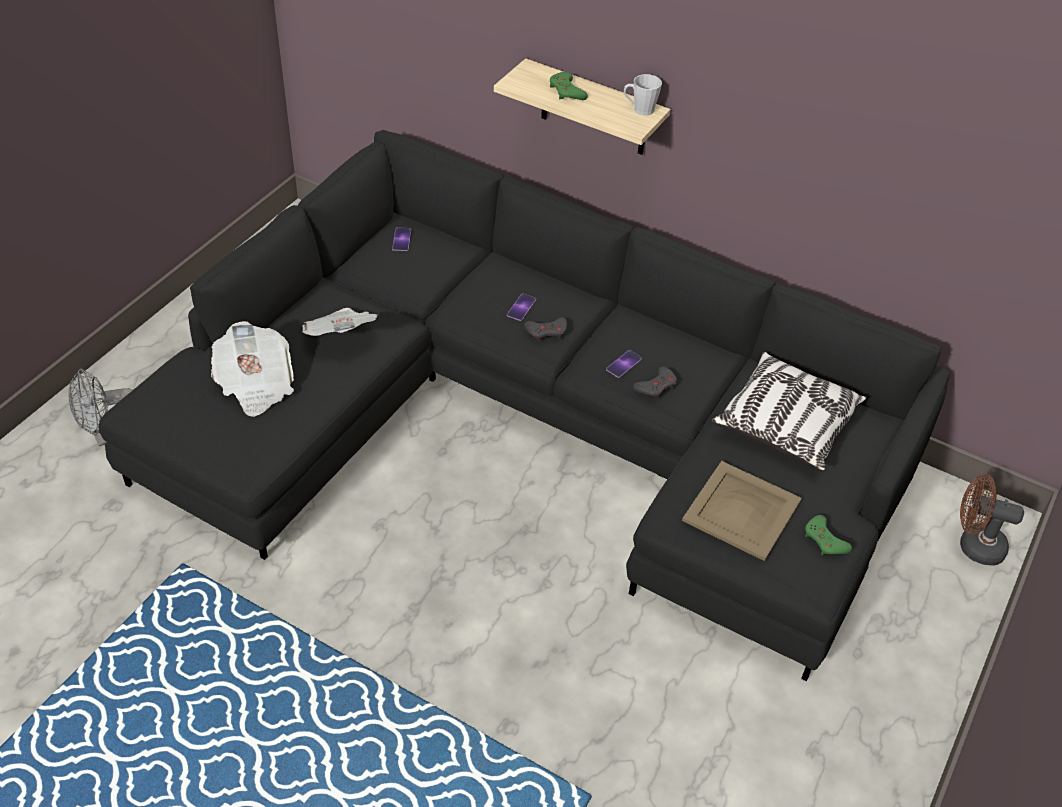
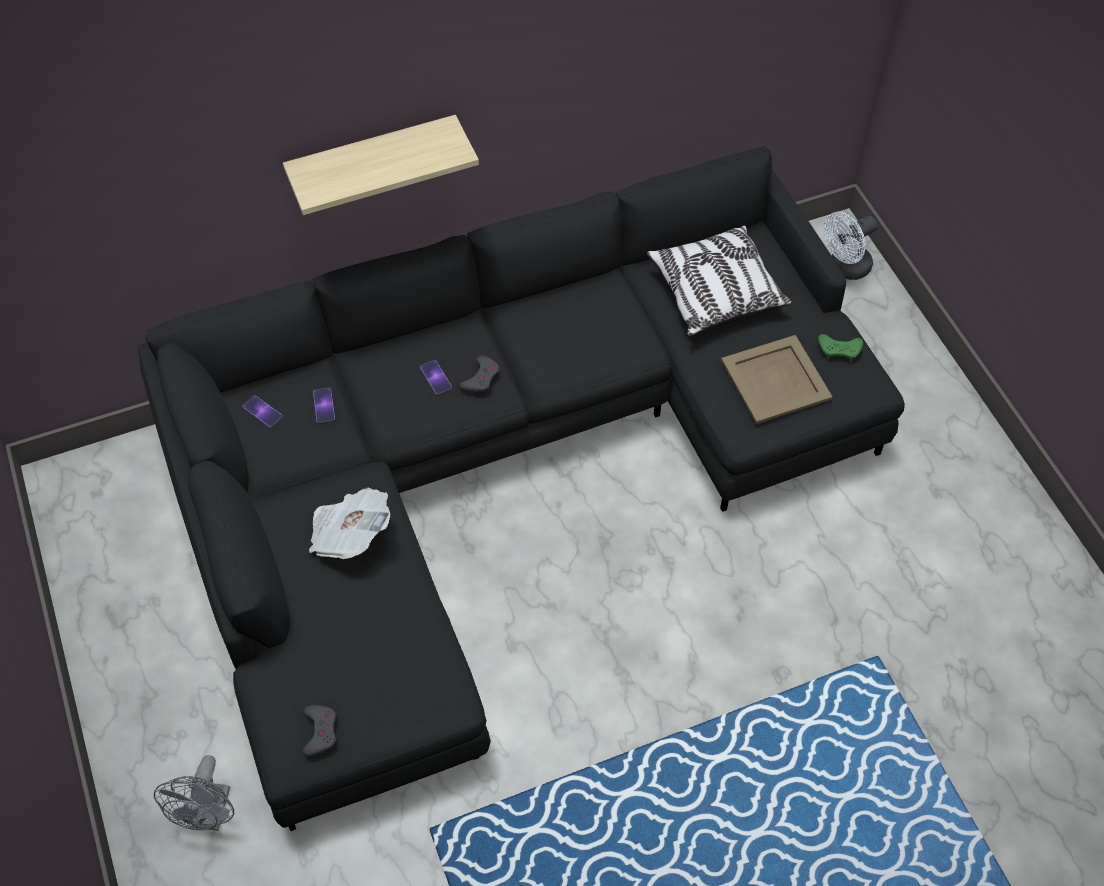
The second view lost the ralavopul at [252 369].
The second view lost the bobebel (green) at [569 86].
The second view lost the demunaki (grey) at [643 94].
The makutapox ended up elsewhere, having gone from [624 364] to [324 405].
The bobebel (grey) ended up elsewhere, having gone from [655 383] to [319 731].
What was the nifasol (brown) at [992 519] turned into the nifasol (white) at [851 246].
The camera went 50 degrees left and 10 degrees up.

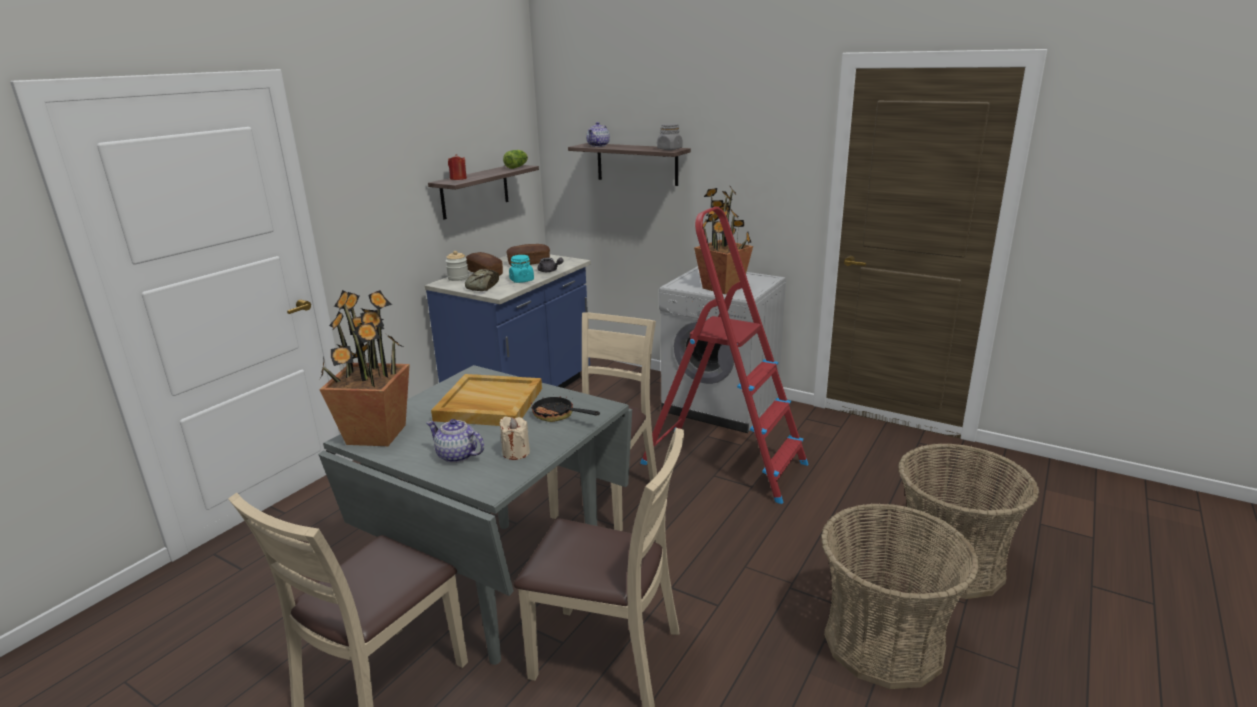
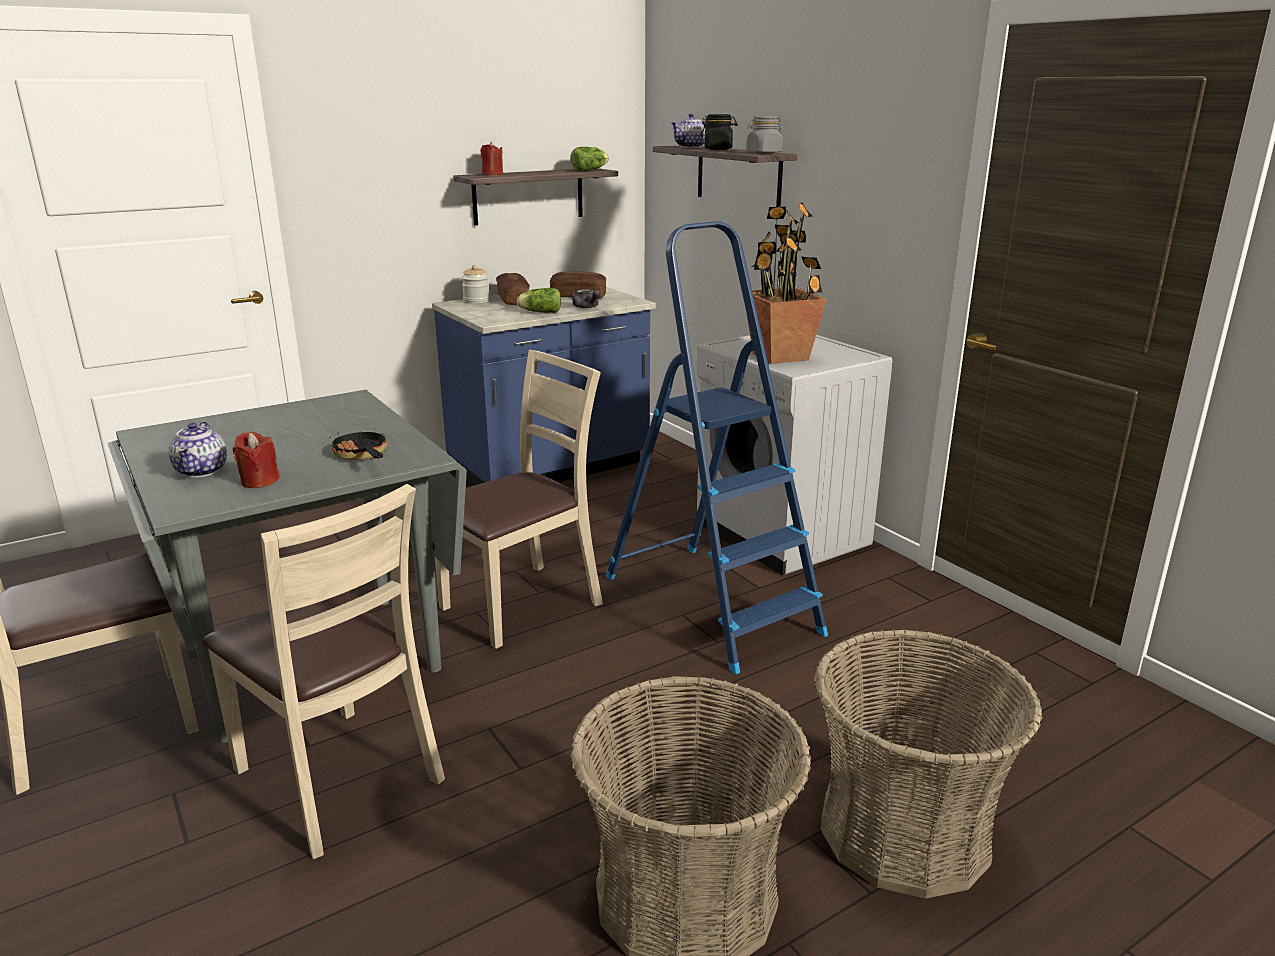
The second view lost the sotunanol at [364 368].
The second view lost the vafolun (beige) at [486 400].
The second view lost the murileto at [482 280].
The second view gained the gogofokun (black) at [719 132].
Where the gogofokun (turquoise) stood at [521 269], the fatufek came to stand at [539 300].
What was the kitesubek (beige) at [514 438] turned into the kitesubek (red) at [256 460].
What was the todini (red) at [724 355] turned into the todini (blue) at [717 447].
The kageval at [455 441] ended up facing another way, 150 degrees counterclockwise from before.
The camera went 25 degrees right and 0 degrees up.

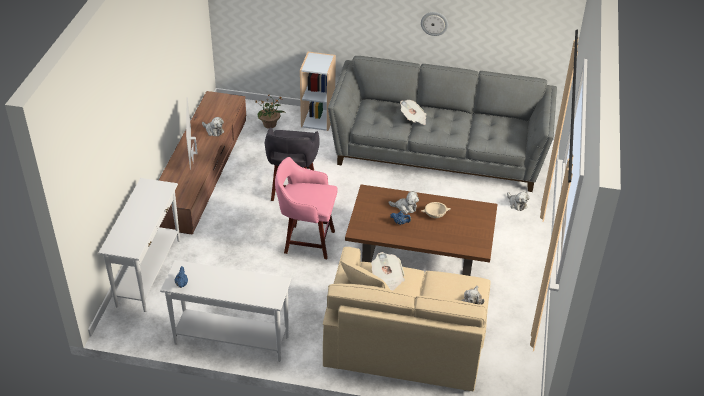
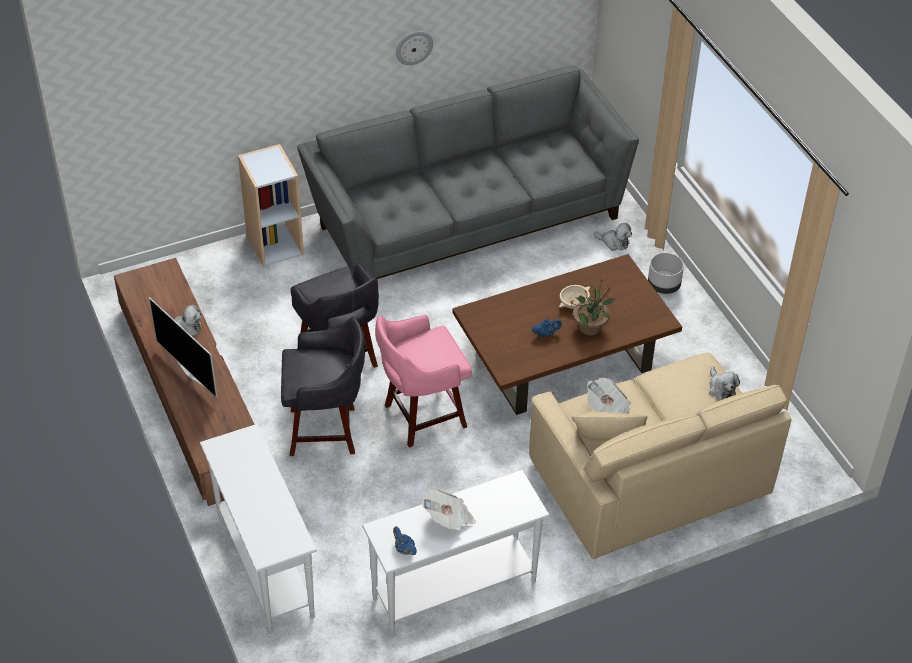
The second view lost the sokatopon at [403 202].
The second view gained the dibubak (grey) at [323 386].
The second view gained the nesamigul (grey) at [666 273].
The sotunanol ended up elsewhere, having gone from [270 112] to [592 306].
The ralavopul ended up elsewhere, having gone from [413 112] to [448 509].
The camera went 35 degrees left and 5 degrees up.

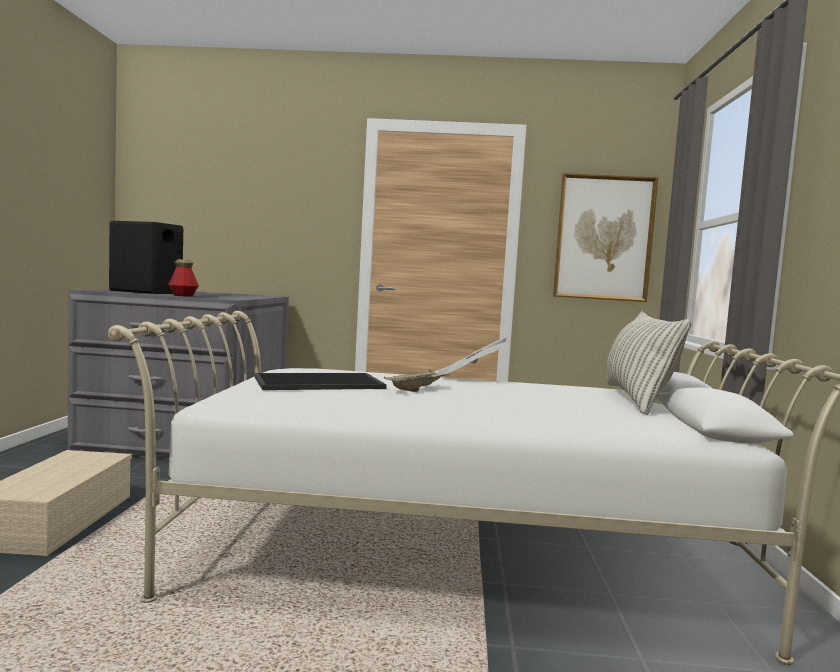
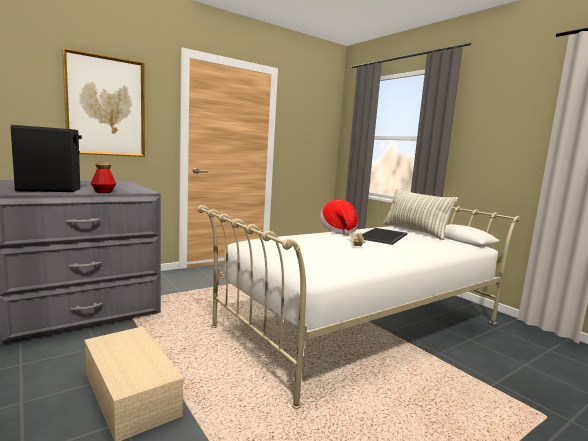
The vafolun ended up elsewhere, having gone from [321 381] to [384 236].
The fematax ended up elsewhere, having gone from [605 237] to [103 102].
Where the ralavopul stood at [472 356], the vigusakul came to stand at [339 217].
The camera went 40 degrees left and 5 degrees up.

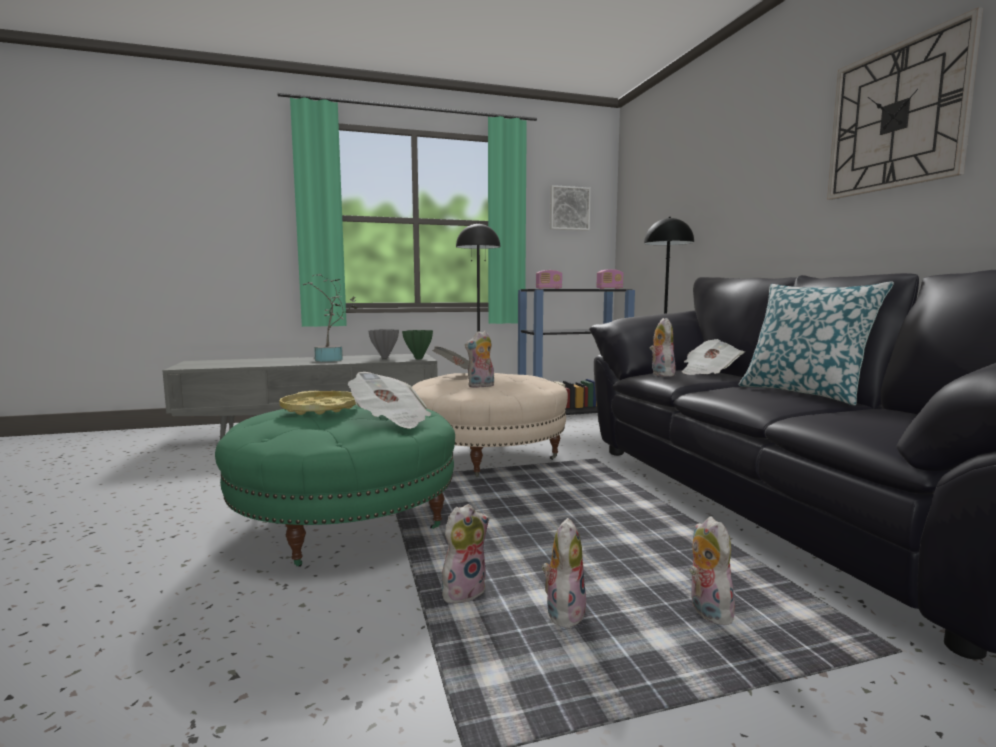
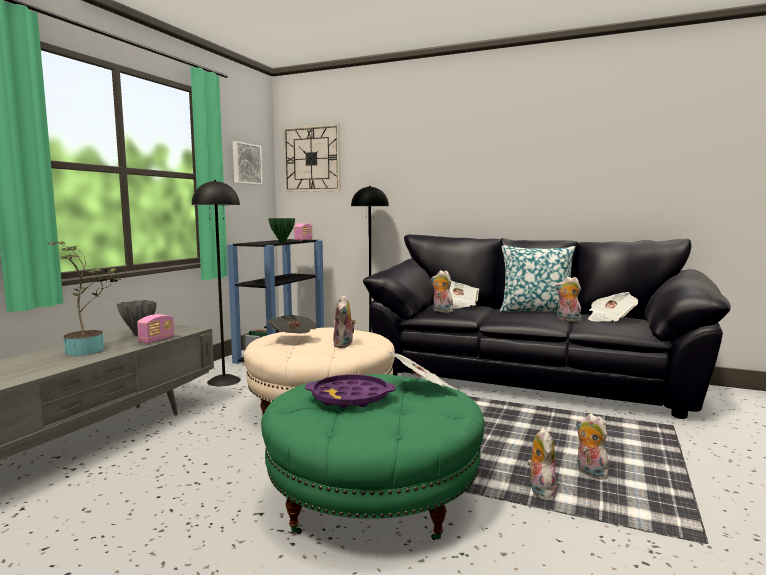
The second view gained the ralavopul at [613 307].
The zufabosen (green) ended up elsewhere, having gone from [417 344] to [281 230].
The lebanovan ended up elsewhere, having gone from [549 279] to [156 329].
The sokatopon ended up elsewhere, having gone from [712 570] to [568 299].
The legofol ended up elsewhere, having gone from [905 103] to [312 157].
What was the vafolun (yellow) at [317 403] turned into the vafolun (purple) at [350 391].
The camera went 50 degrees left and 0 degrees up.

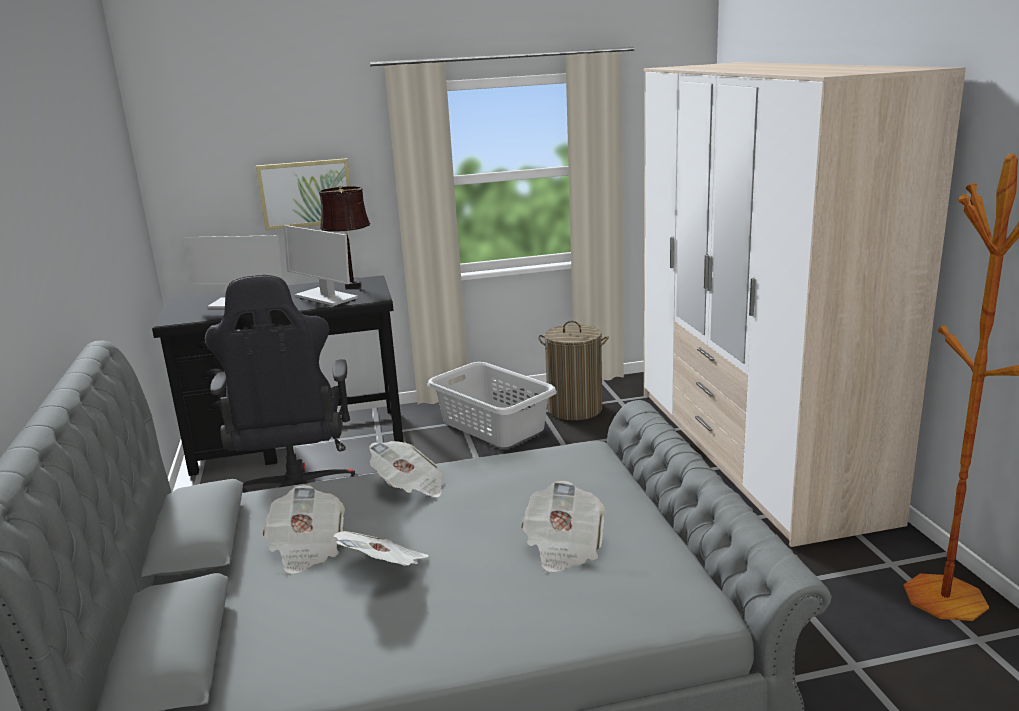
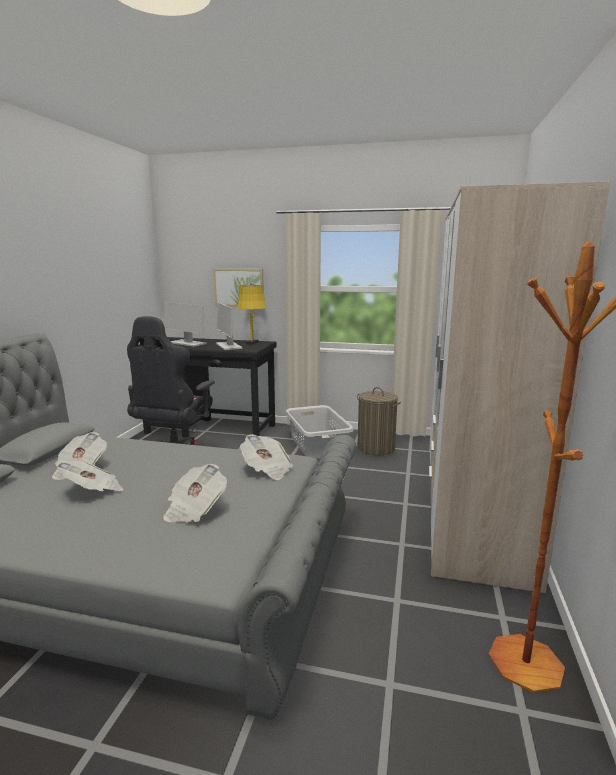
The ralavopul ended up elsewhere, having gone from [406 469] to [266 457].
What was the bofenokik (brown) at [344 237] turned into the bofenokik (yellow) at [252 313].
The camera went 25 degrees right and 5 degrees down.

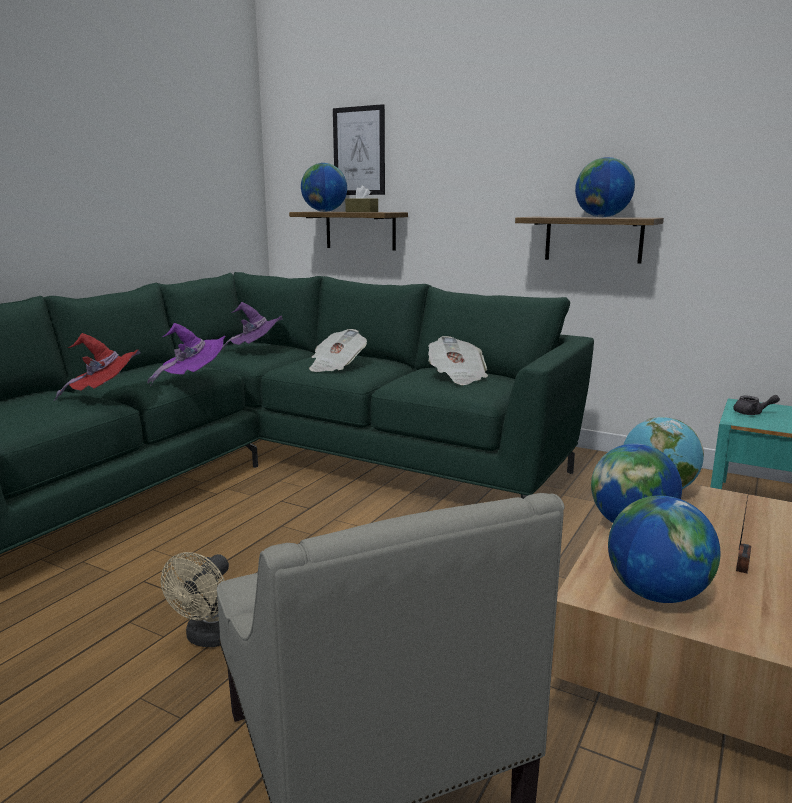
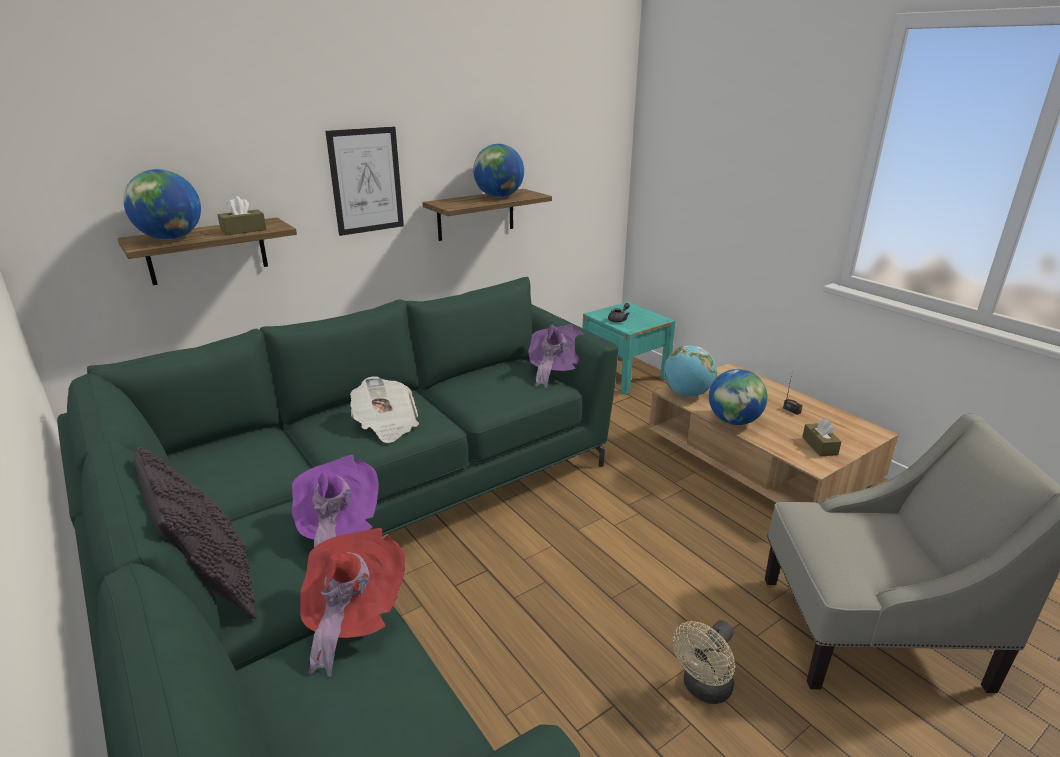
The second view lost the ralavopul at [458 360].
The second view gained the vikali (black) at [195 533].
The vigusakul (purple) ended up elsewhere, having gone from [251 327] to [556 356].
The fematax ended up elsewhere, having gone from [359 149] to [364 181].
Where the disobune stood at [664 549], the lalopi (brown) came to stand at [821 437].
The nifasol (beige) at [195 599] ended up facing another way, 90 degrees clockwise from before.
The camera went 65 degrees left and 10 degrees up.

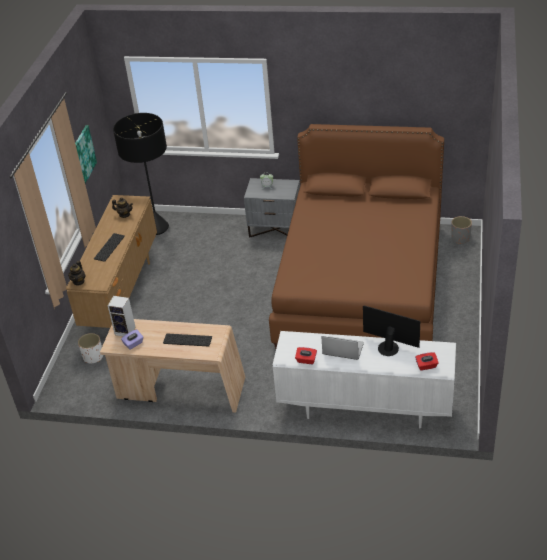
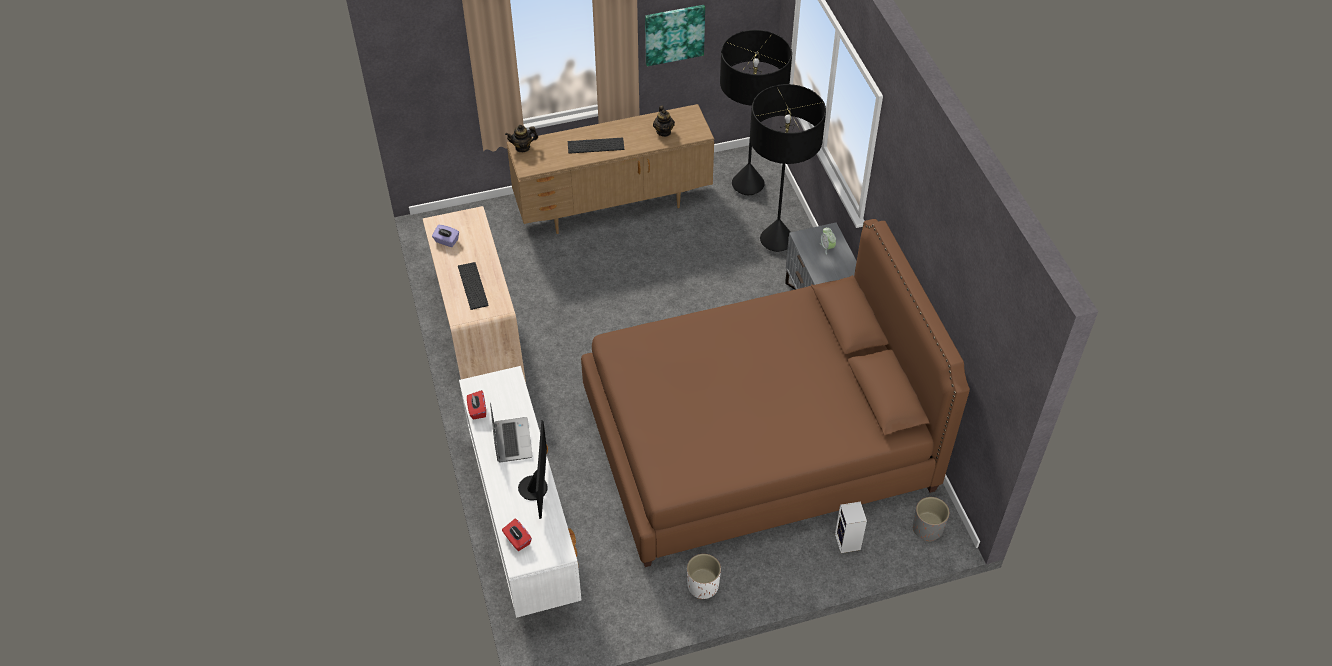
The second view gained the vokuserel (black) at [788 168].
The nesamigul (white) ended up elsewhere, having gone from [90 348] to [704 576].
The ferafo ended up elsewhere, having gone from [122 316] to [851 527].
The camera went 60 degrees right and 10 degrees up.

